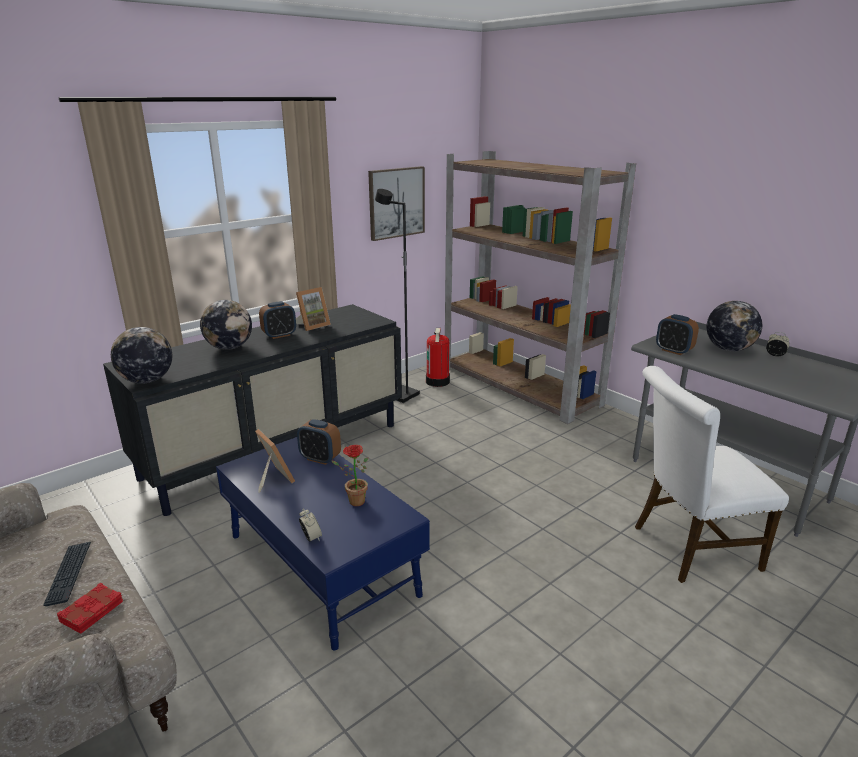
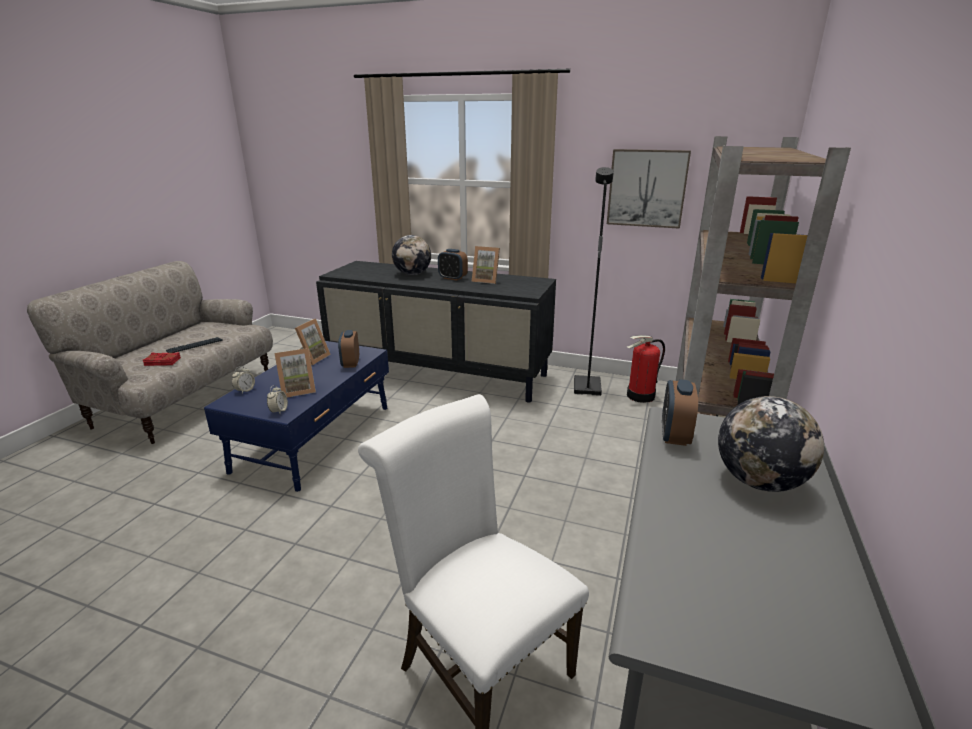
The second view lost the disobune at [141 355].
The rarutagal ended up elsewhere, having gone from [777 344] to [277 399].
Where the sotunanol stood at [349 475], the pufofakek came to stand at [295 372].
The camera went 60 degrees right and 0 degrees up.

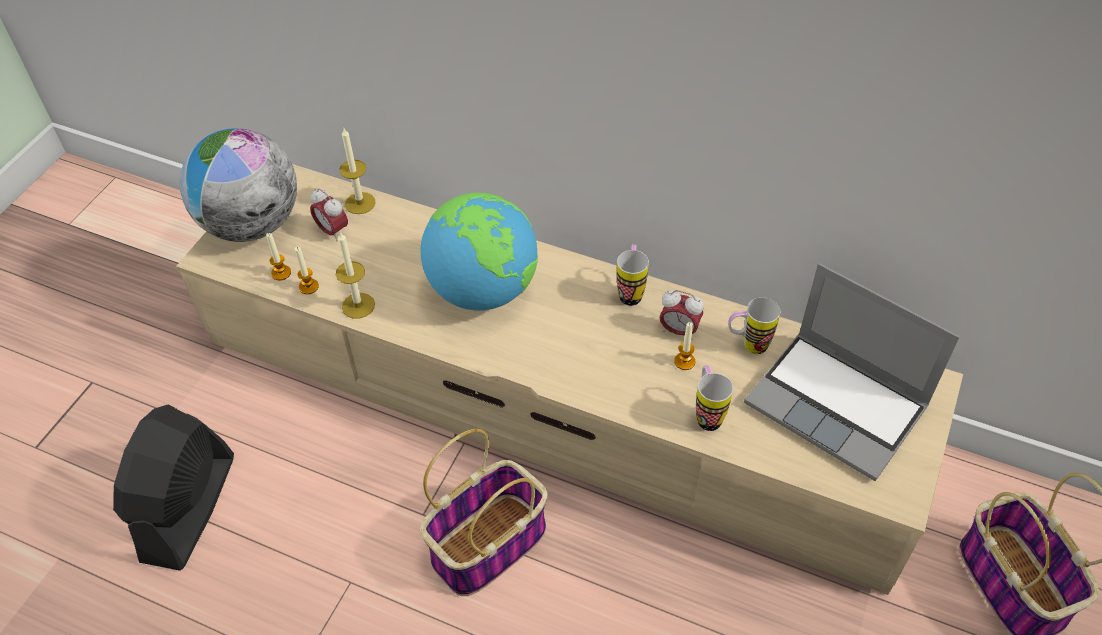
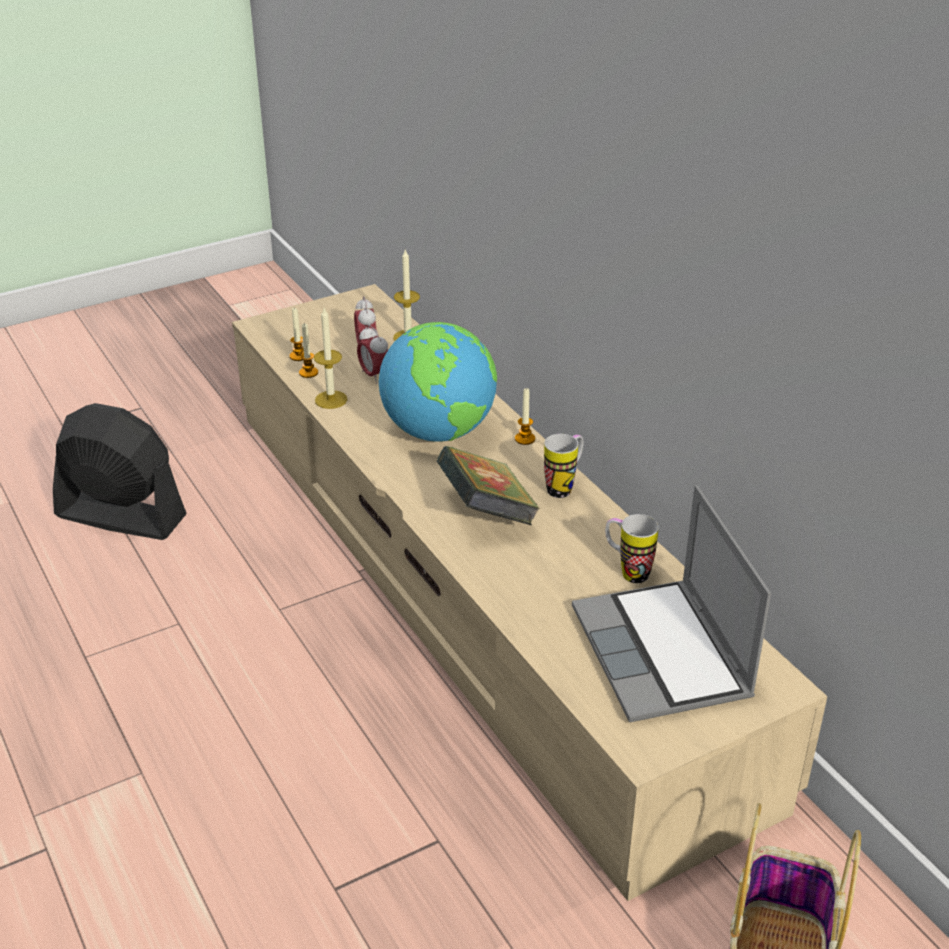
The second view lost the disobune at [238 185].
The second view lost the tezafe at [484 512].
The second view lost the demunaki at [714 398].
The second view gained the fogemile at [488 485].
The rarutagal ended up elsewhere, having gone from [681 315] to [372 354].
The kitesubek ended up elsewhere, having gone from [684 346] to [525 416].
The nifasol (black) at [173 487] ended up facing another way, 60 degrees clockwise from before.
The camera went 35 degrees right and 15 degrees down.

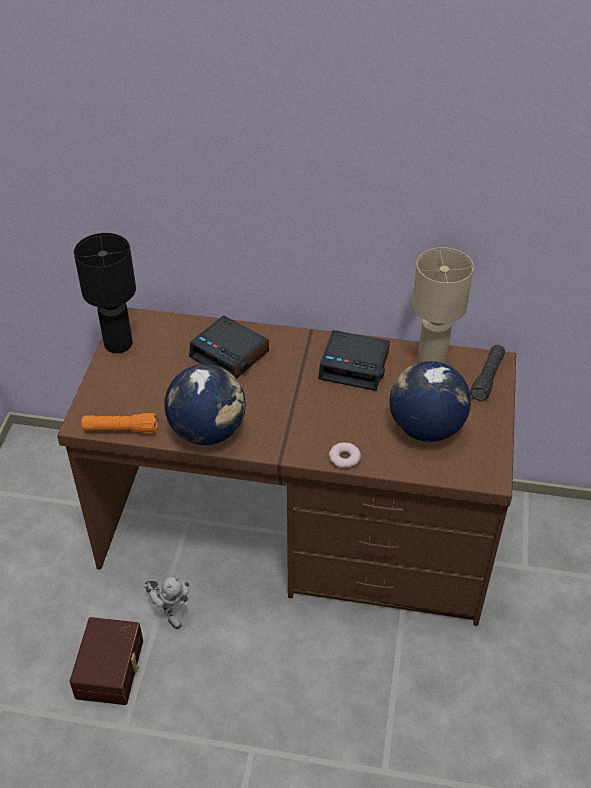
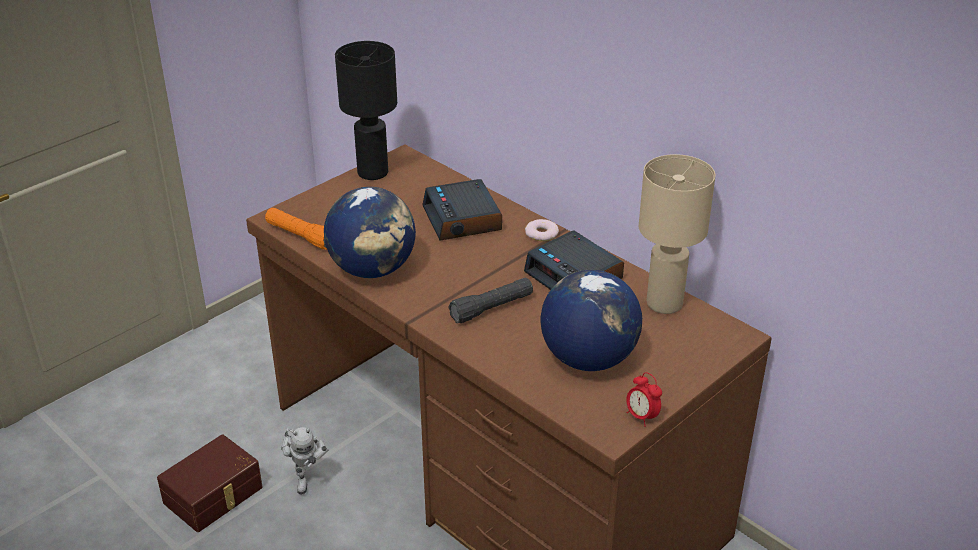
The second view gained the rarutagal at [644 399].
The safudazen ended up elsewhere, having gone from [344 455] to [542 230].
The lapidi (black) ended up elsewhere, having gone from [487 373] to [490 300].
The camera went 35 degrees right and 10 degrees down.

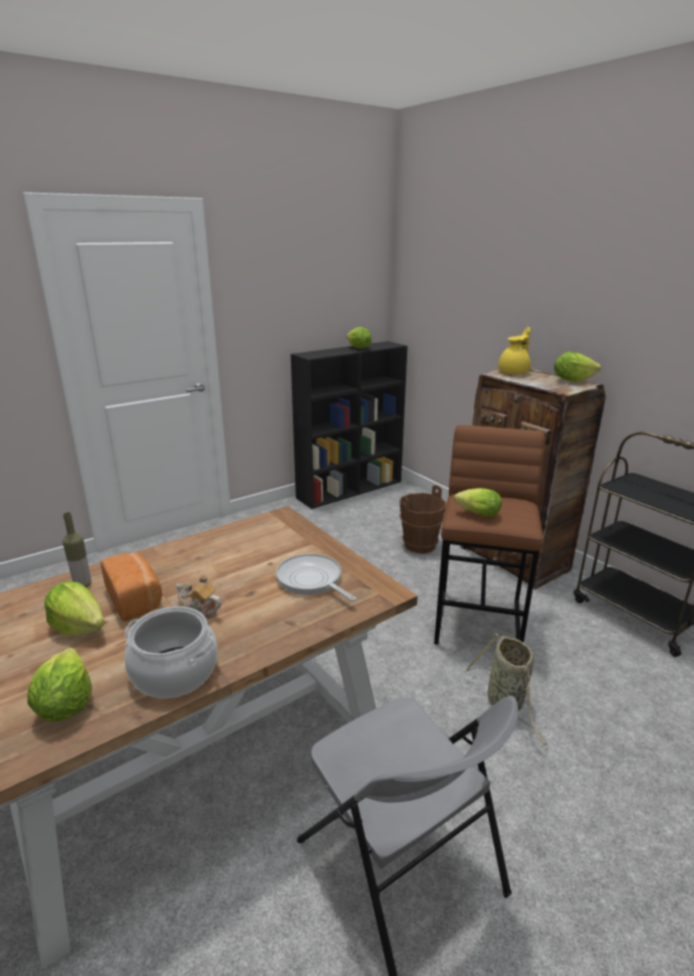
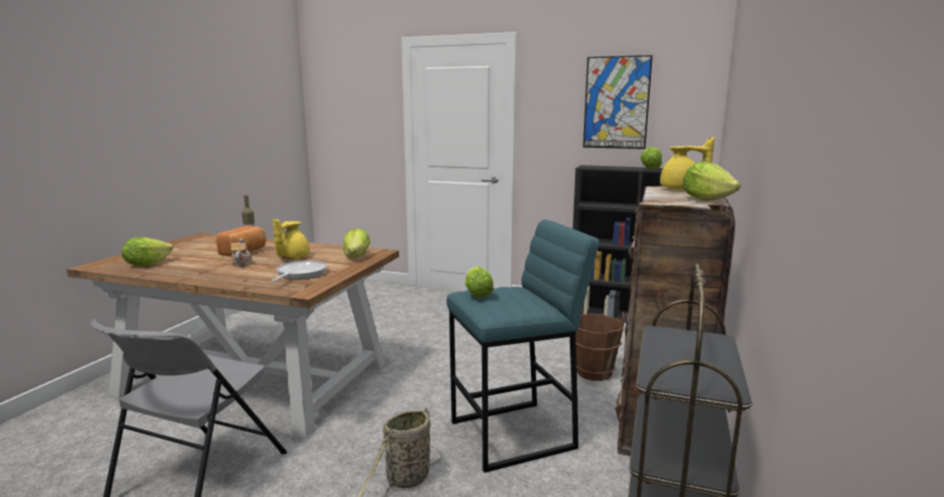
The second view lost the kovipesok at [171 652].
The second view gained the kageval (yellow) at [291 239].
The second view gained the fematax at [618 102].
The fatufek ended up elsewhere, having gone from [74 609] to [356 243].
What was the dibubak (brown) at [489 534] turned into the dibubak (turquoise) at [523 346].
The camera went 55 degrees right and 10 degrees down.

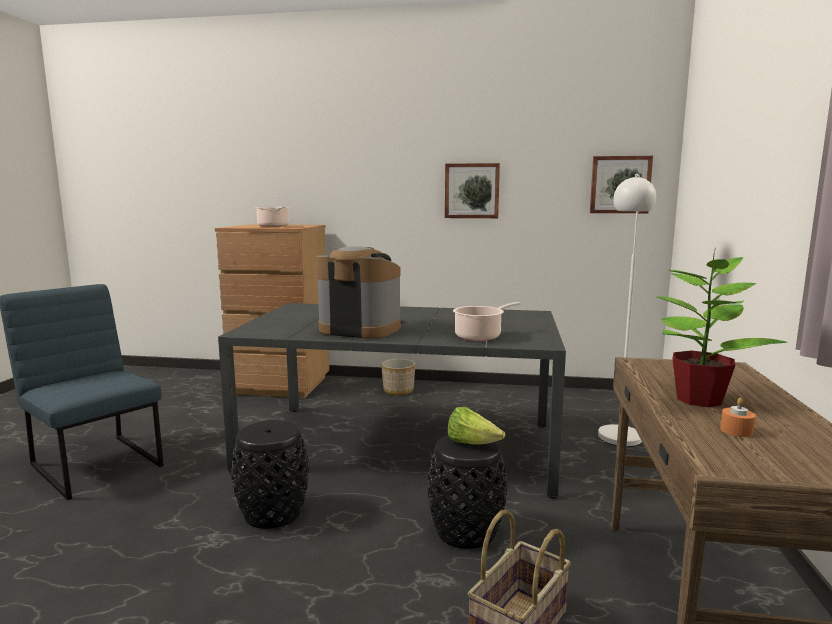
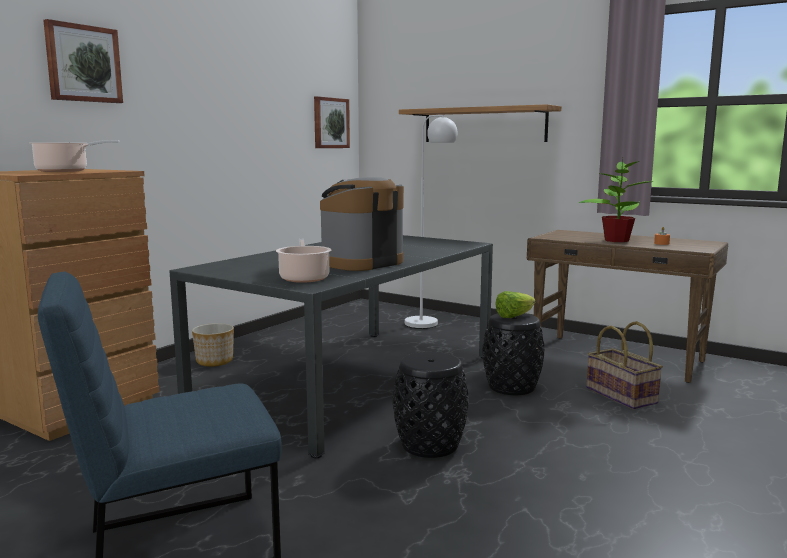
The second view gained the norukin at [480 123].
The fematax ended up elsewhere, having gone from [472 190] to [83 61].
The kovipesok ended up elsewhere, having gone from [486 321] to [303 260].
The camera went 65 degrees left and 0 degrees up.

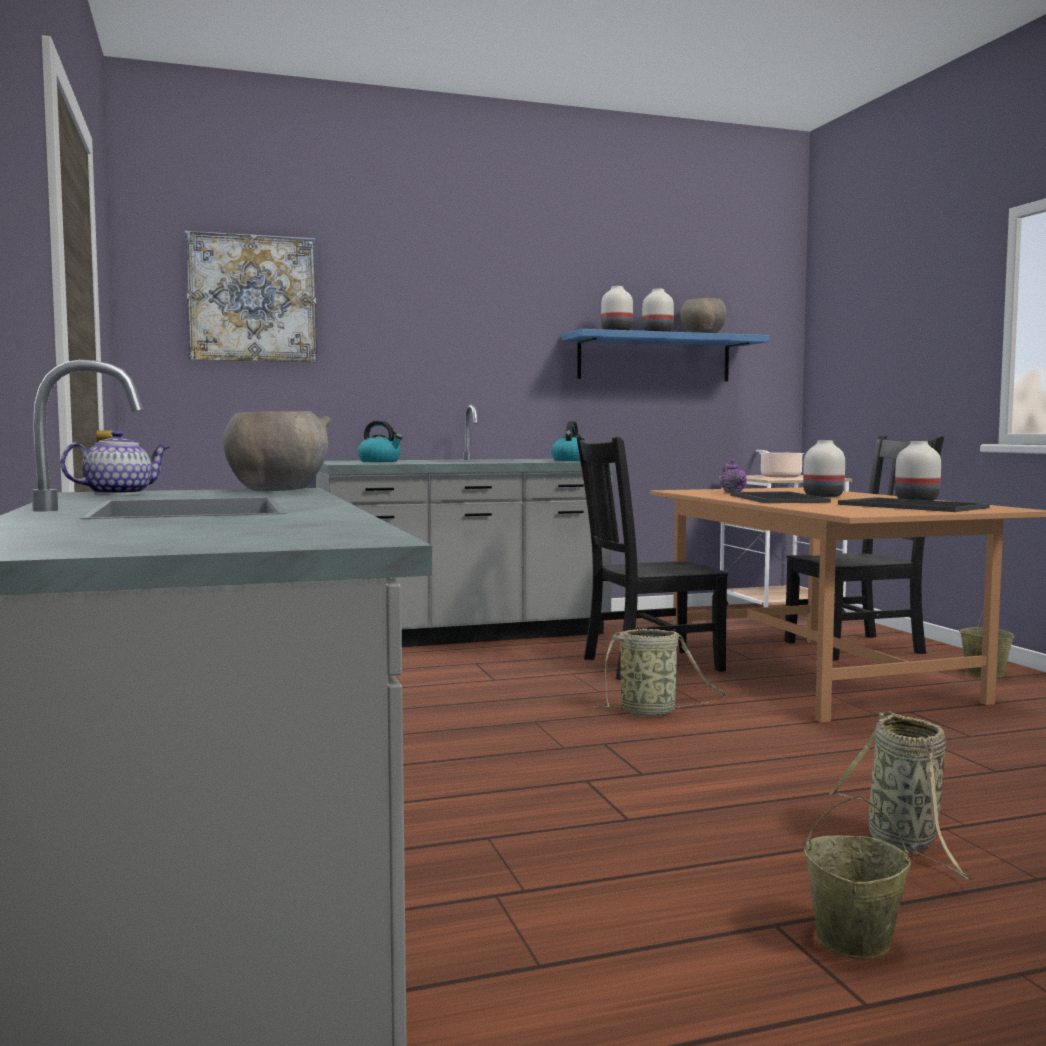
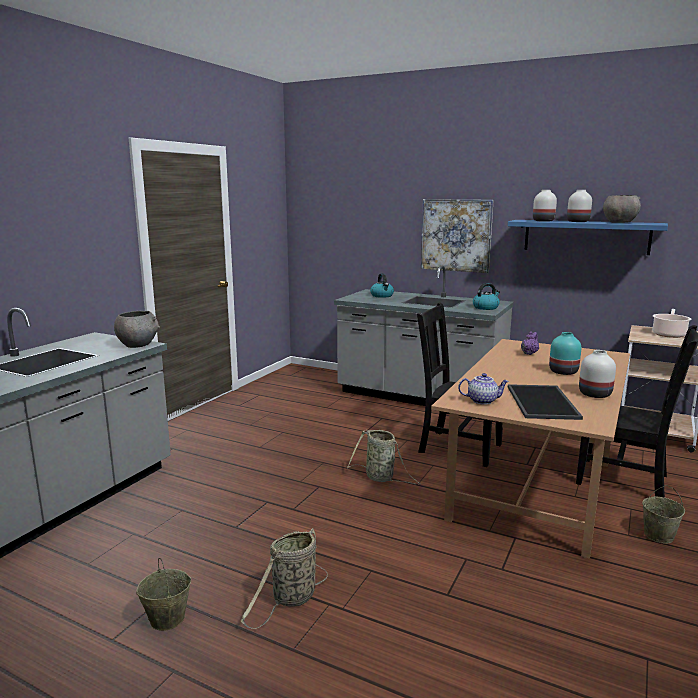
The second view lost the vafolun at [780 497].
The kageval ended up elsewhere, having gone from [115 462] to [483 389].
The fematax ended up elsewhere, having gone from [251 297] to [457 236].
What was the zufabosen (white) at [824 469] turned into the zufabosen (turquoise) at [565 353].
The camera went 45 degrees right and 10 degrees up.

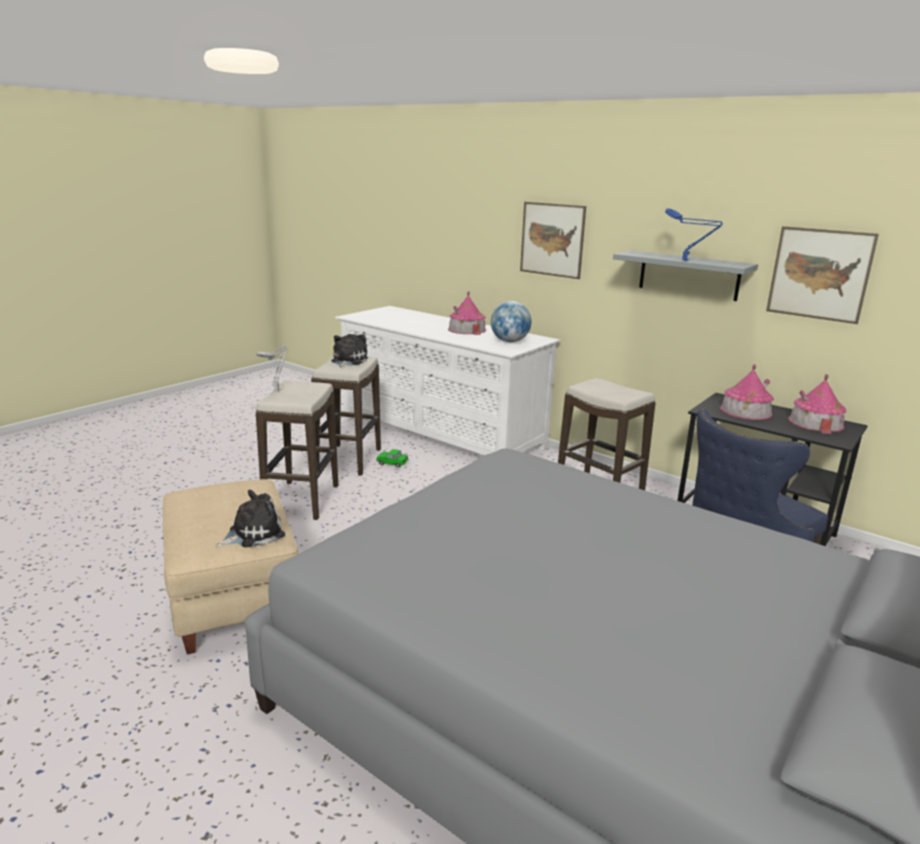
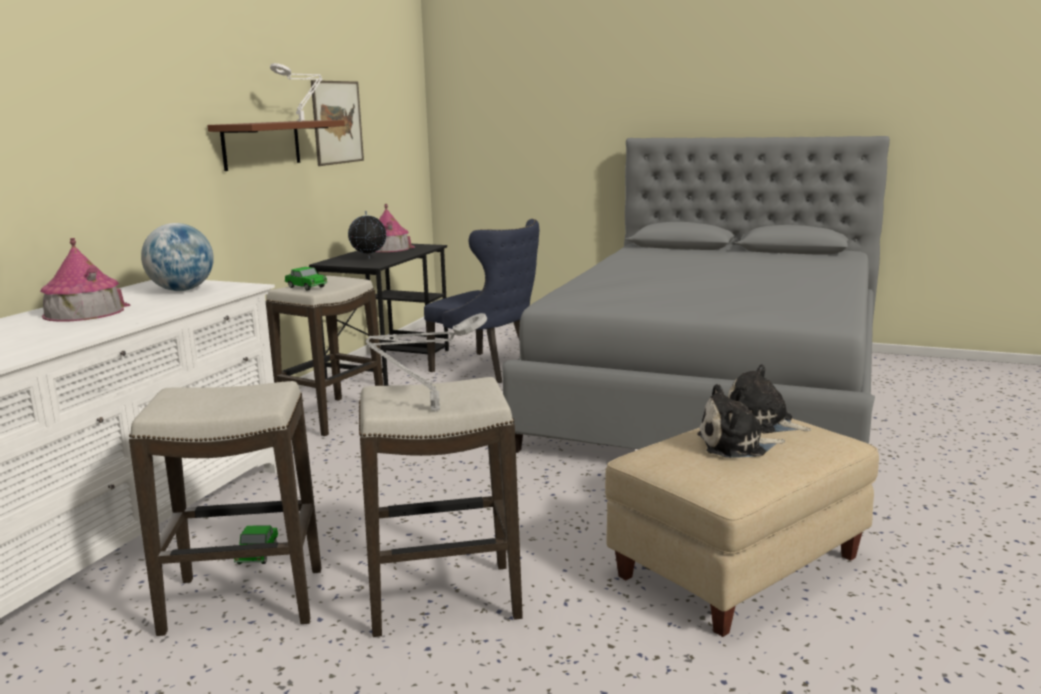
The second view lost the fematax at [553 240].
The second view gained the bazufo at [306 279].
The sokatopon ended up elsewhere, having gone from [349 351] to [741 421].
Where the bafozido stood at [747 392], the disobune came to stand at [367 235].
What was the norukin (grey) at [685 276] turned into the norukin (brown) at [276 145].
What was the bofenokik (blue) at [694 234] turned into the bofenokik (white) at [296 92].
The camera went 105 degrees left and 5 degrees down.

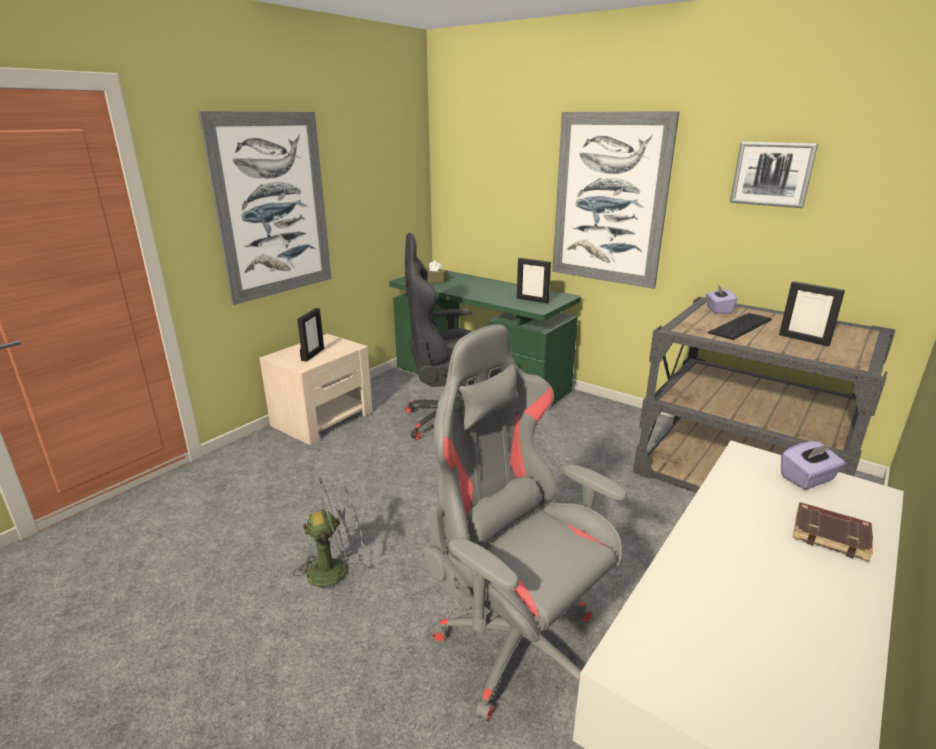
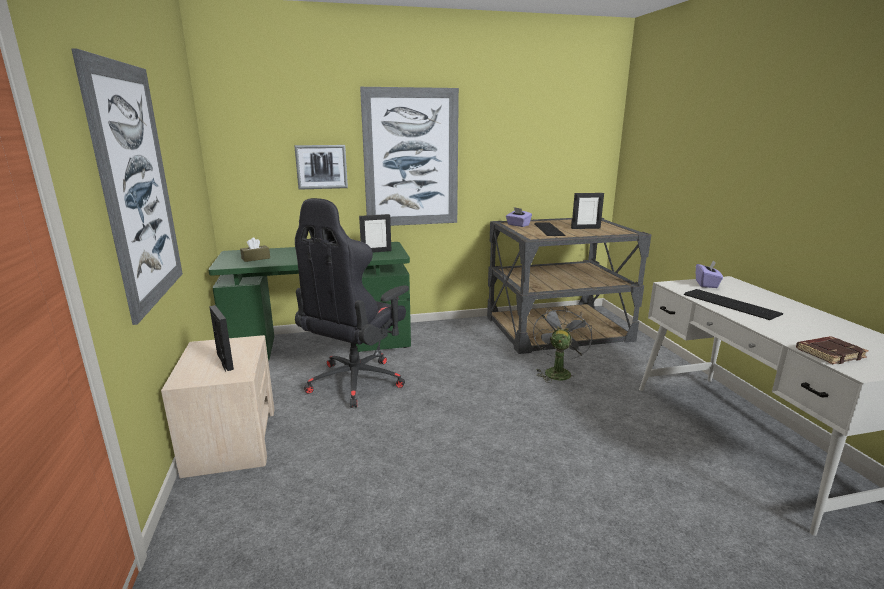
The second view lost the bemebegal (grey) at [525 522].
The second view gained the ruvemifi at [733 304].
The nifasol (grey) ended up elsewhere, having gone from [329 533] to [562 344].
The fematax ended up elsewhere, having gone from [774 175] to [321 167].
The fogemile (brown) ended up elsewhere, having gone from [832 532] to [832 350].
The camera went 50 degrees left and 5 degrees down.

